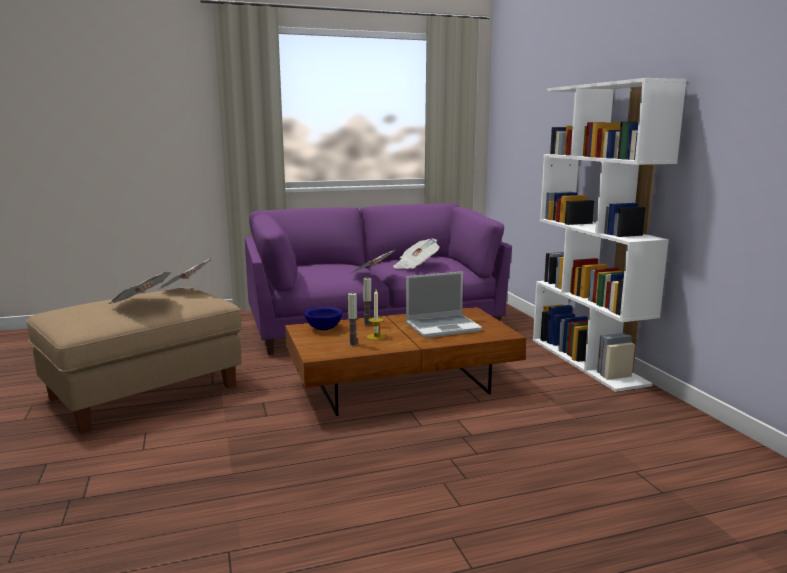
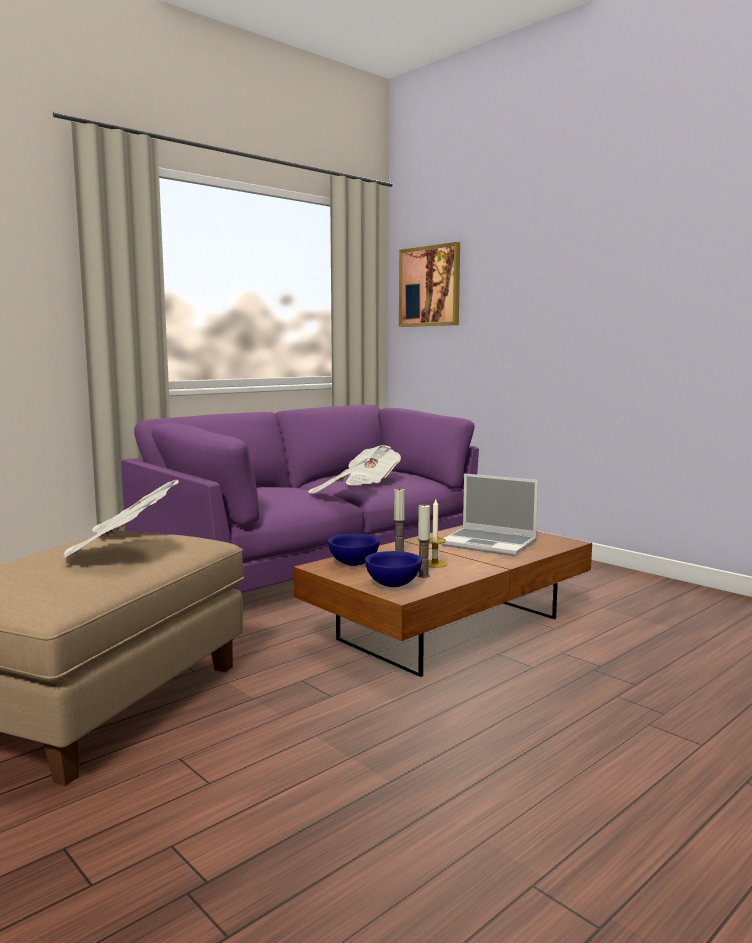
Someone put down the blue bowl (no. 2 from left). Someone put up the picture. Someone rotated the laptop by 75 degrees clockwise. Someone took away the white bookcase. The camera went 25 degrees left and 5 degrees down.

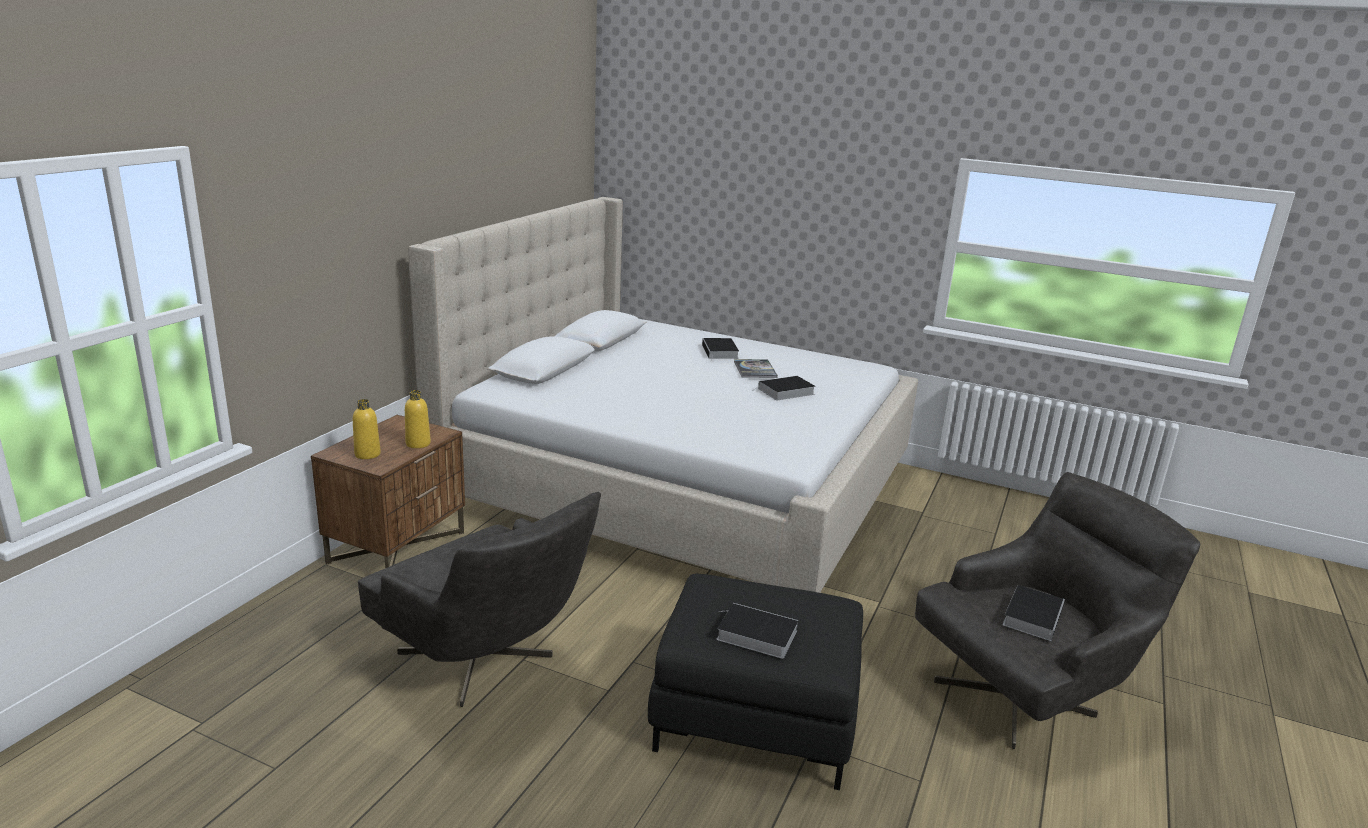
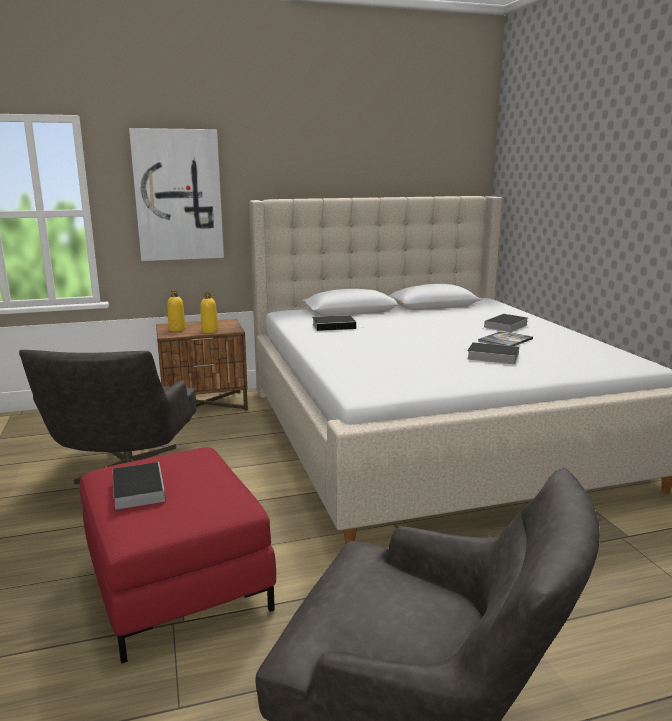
Someone repainted the black ottoman, which became the red ottoman. Someone put up the picture. Someone carried the book (no. 5 from left in the first image). The camera went 50 degrees right and 5 degrees down.

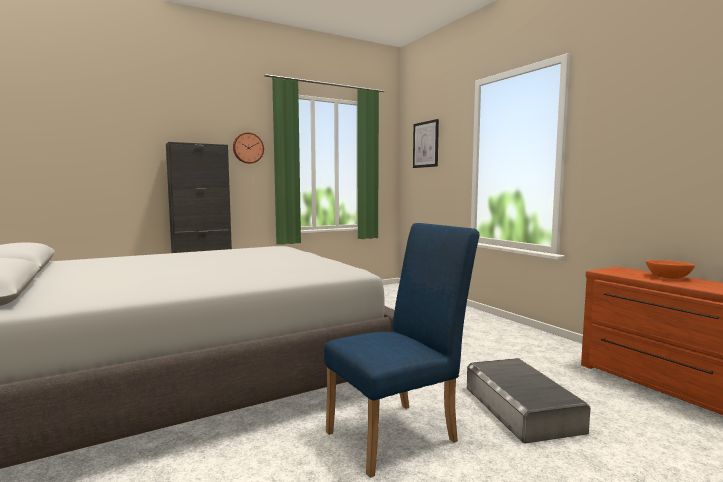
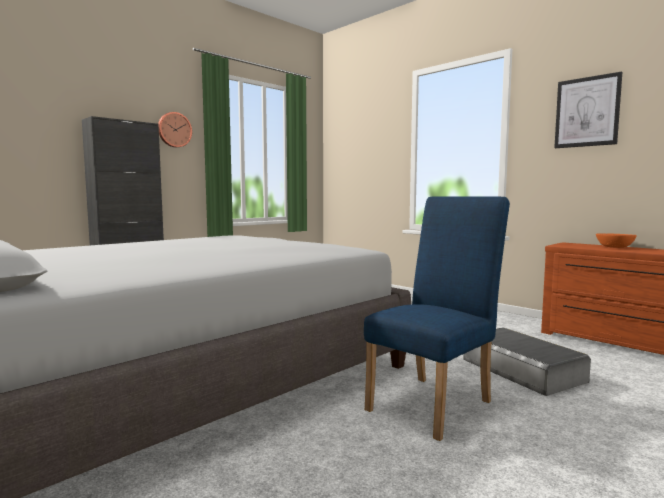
Someone carried the picture. The camera went 15 degrees left and 0 degrees up.

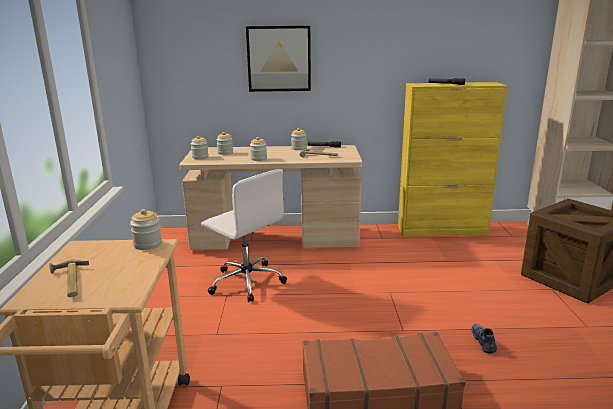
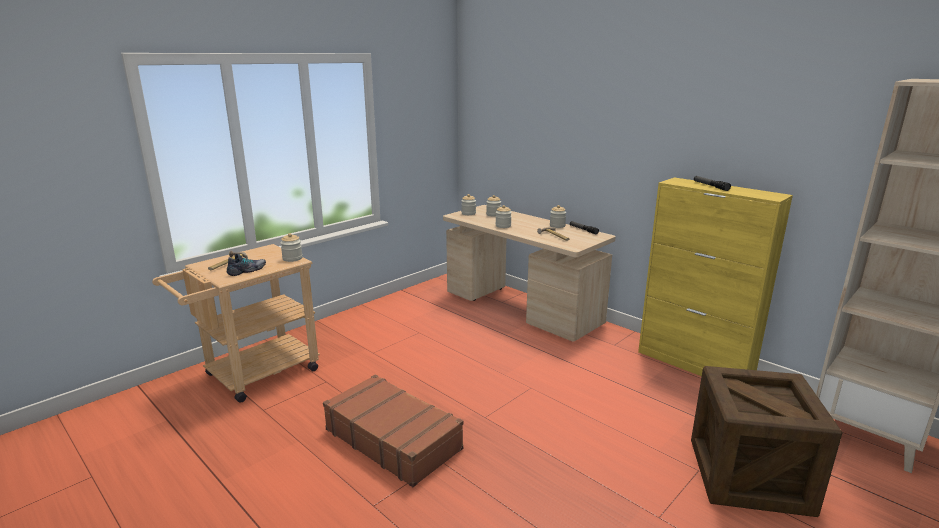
Someone carried the shoe. Someone took away the white office chair. Someone took away the picture. The camera went 45 degrees right and 0 degrees up.

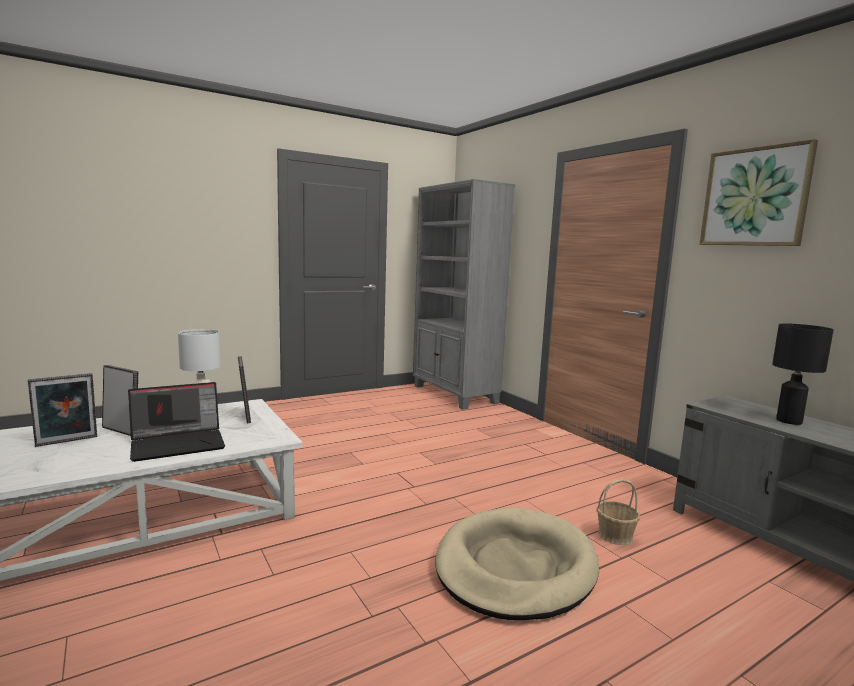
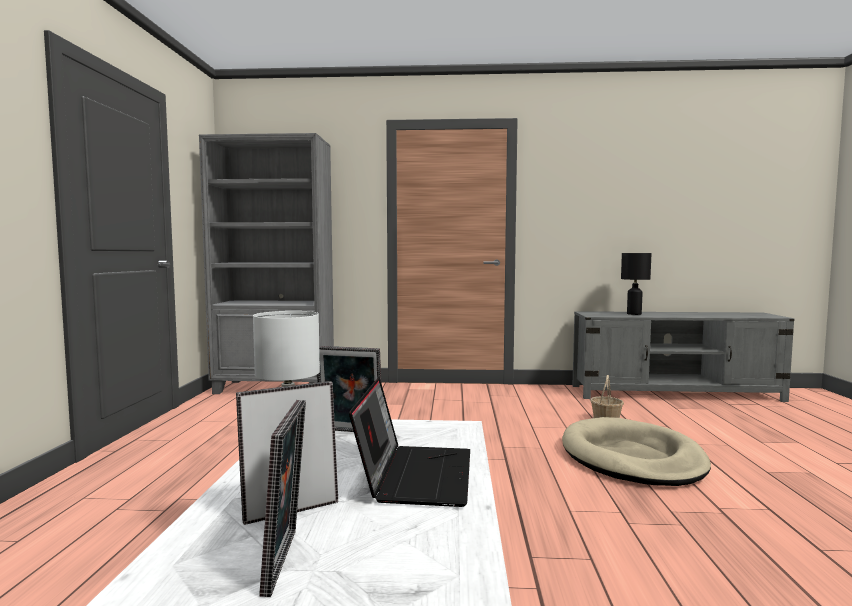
Someone took away the picture. The camera went 55 degrees left and 5 degrees down.

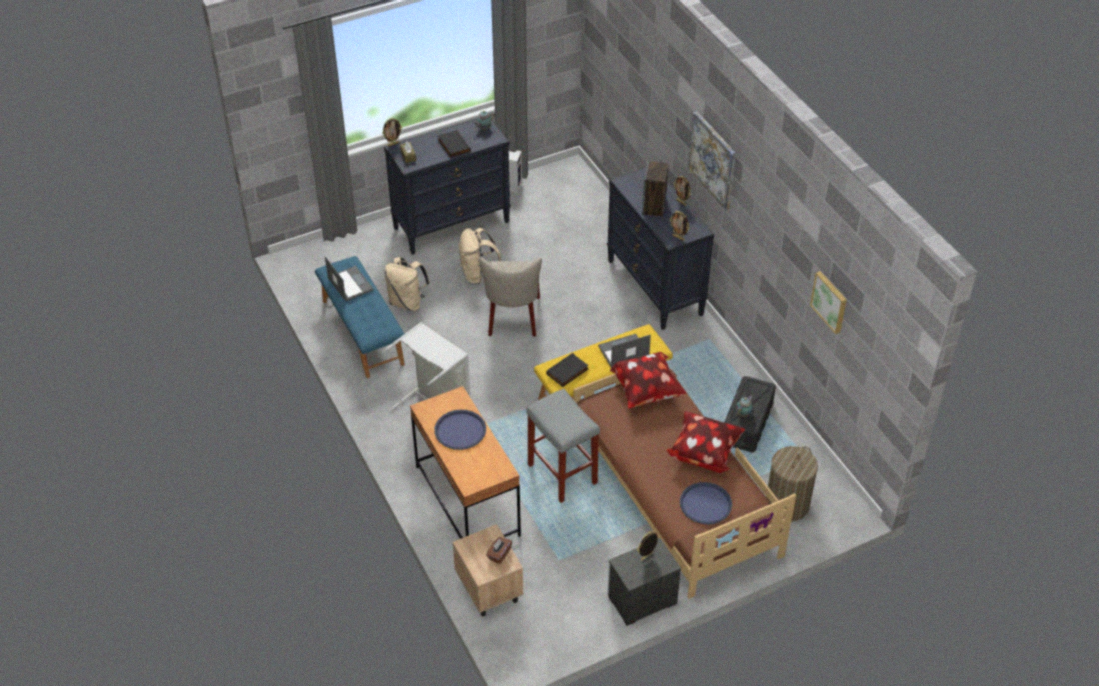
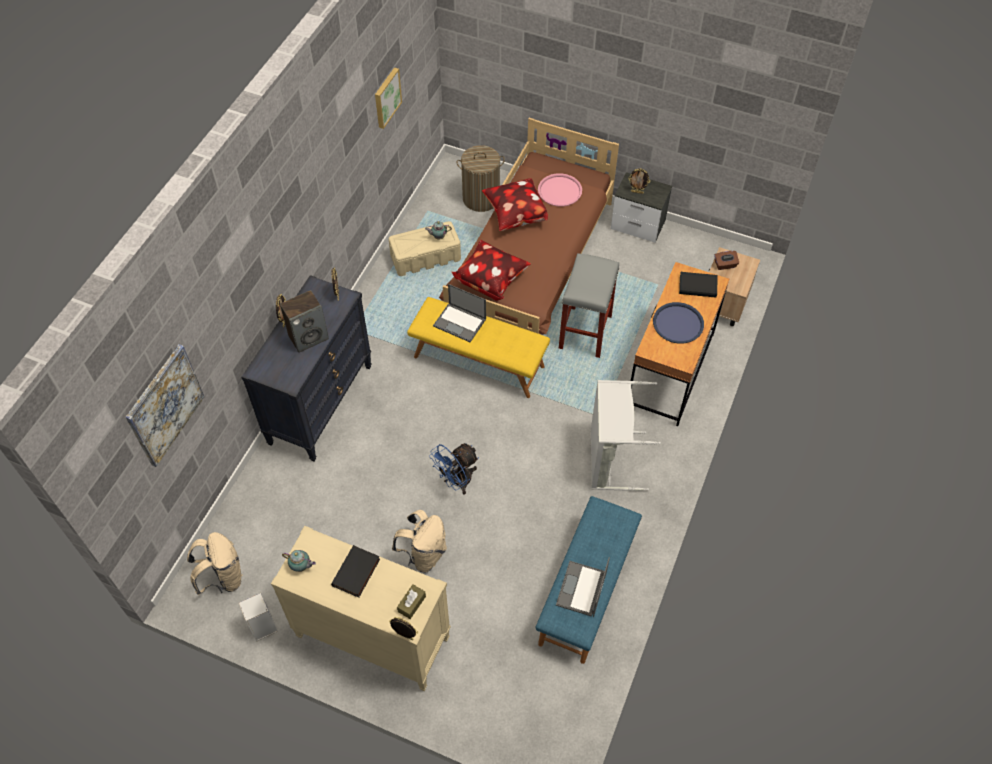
Someone carried the picture (no. 1 from left). Someone carried the beige backpack (no. 1 from left). Someone repainted the black dresser (no. 1 from left), which became the beige dresser. Someone repainted the black storage box, which became the beige storage box. Someone swapped the beige chair for the blue fan. Someone repainted the blue tray (no. 2 from left), which became the pink tray. Someone carried the black book (no. 2 from left). The camera went 130 degrees left and 10 degrees up.

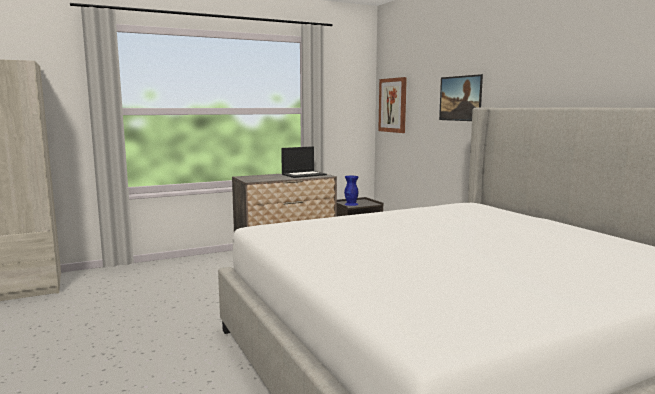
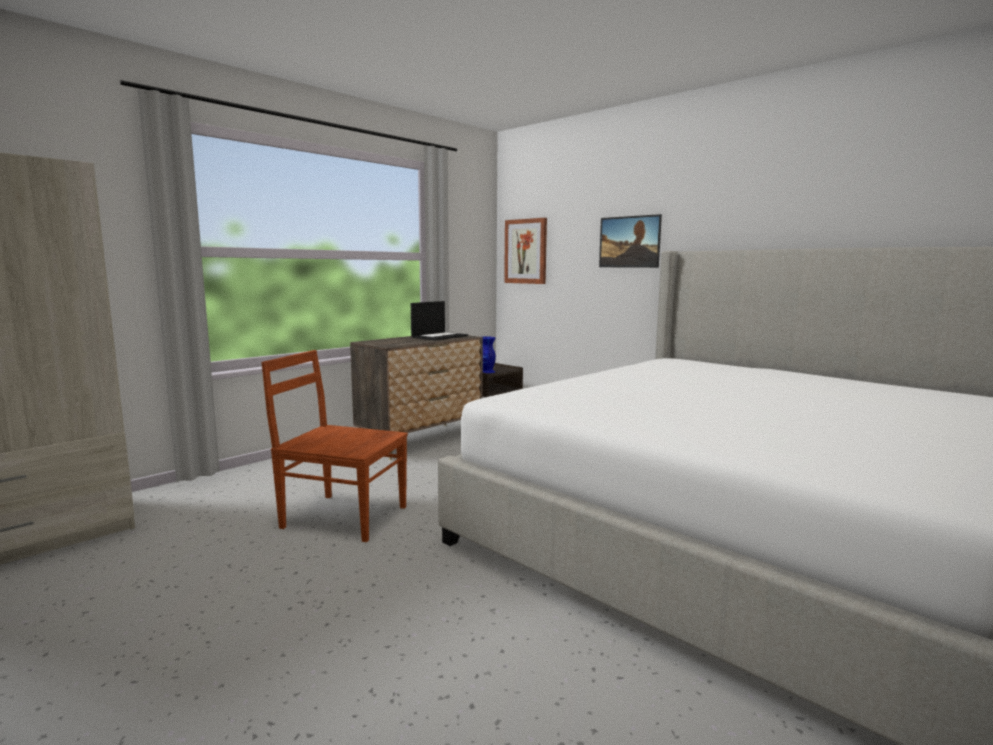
Someone put down the brown chair. The camera went 20 degrees left and 0 degrees up.

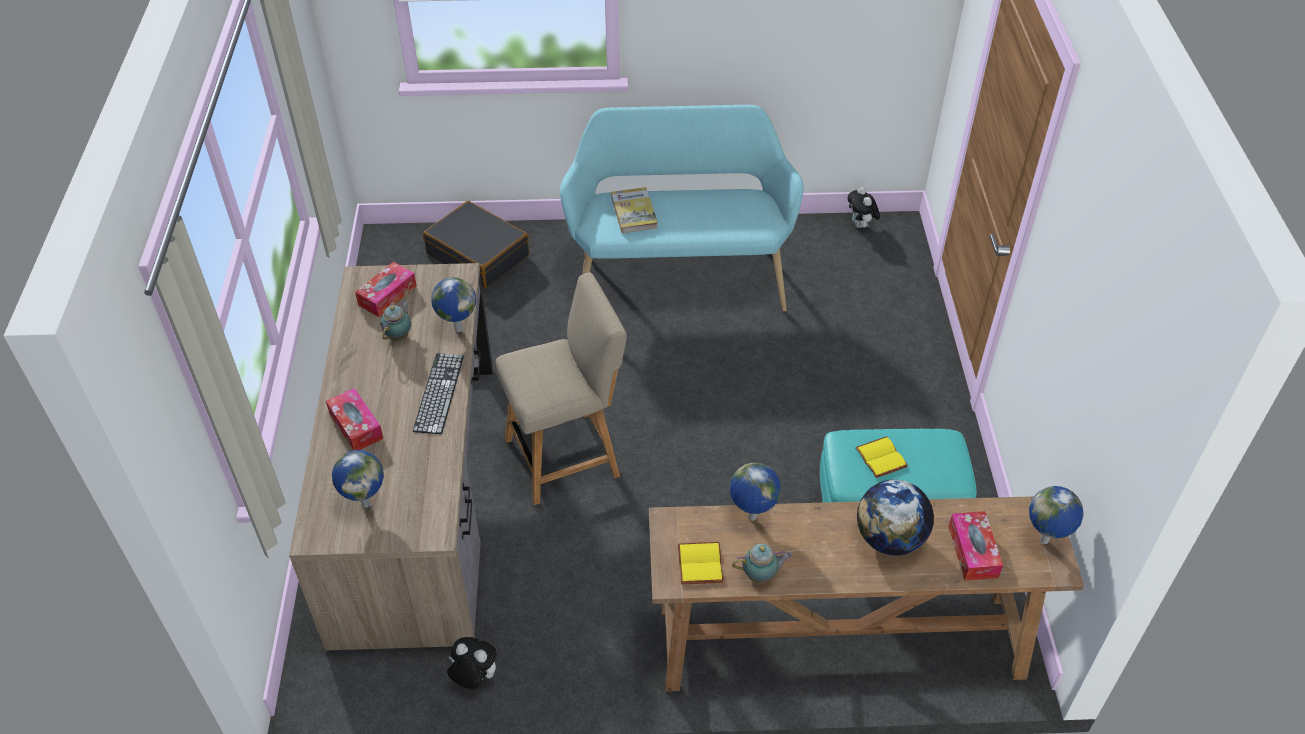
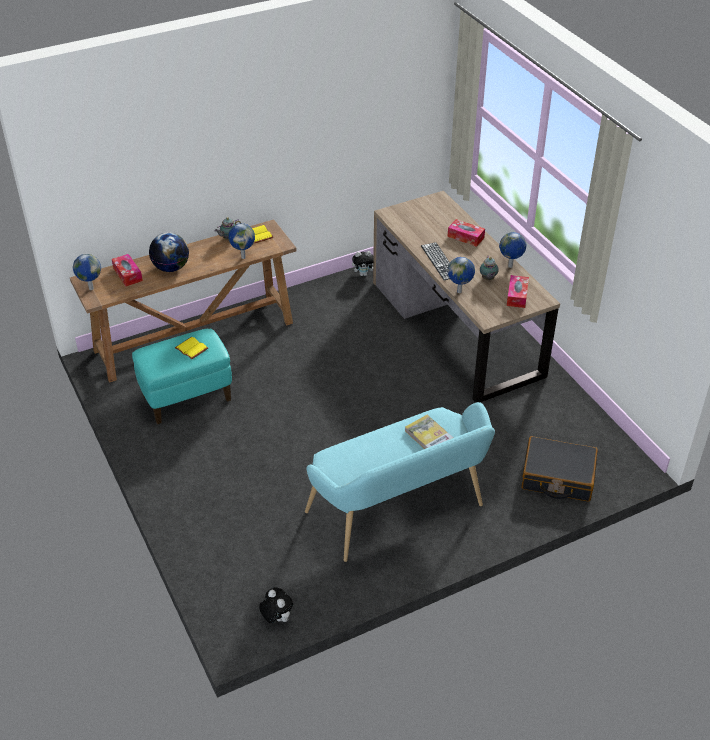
Someone carried the globe (no. 1 from left in the first image). Someone took away the beige chair. The camera went 155 degrees right and 5 degrees down.

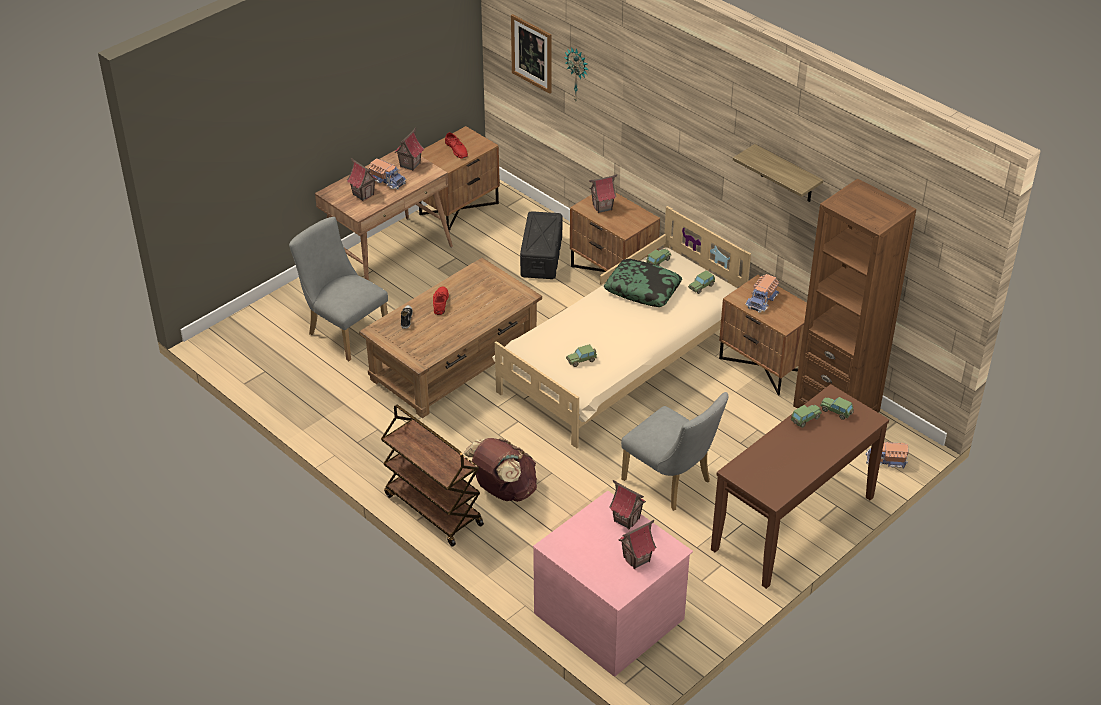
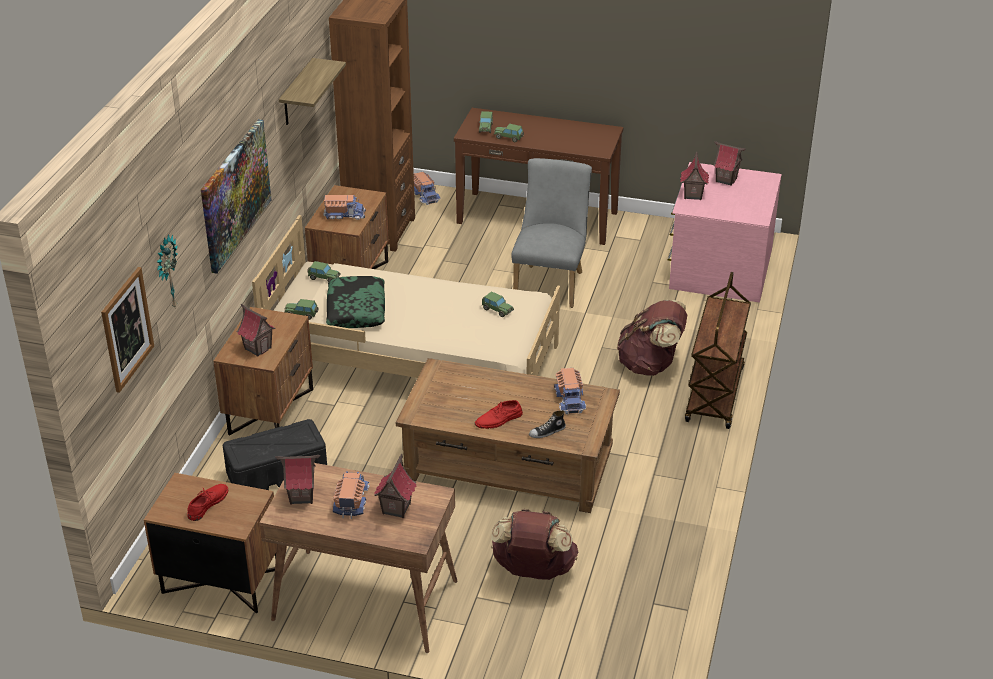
Someone put up the picture (no. 2 from left). Someone swapped the grey chair (no. 1 from left) for the brown backpack (no. 1 from left). Someone put down the toy truck (no. 4 from left). The camera went 120 degrees left and 5 degrees down.

